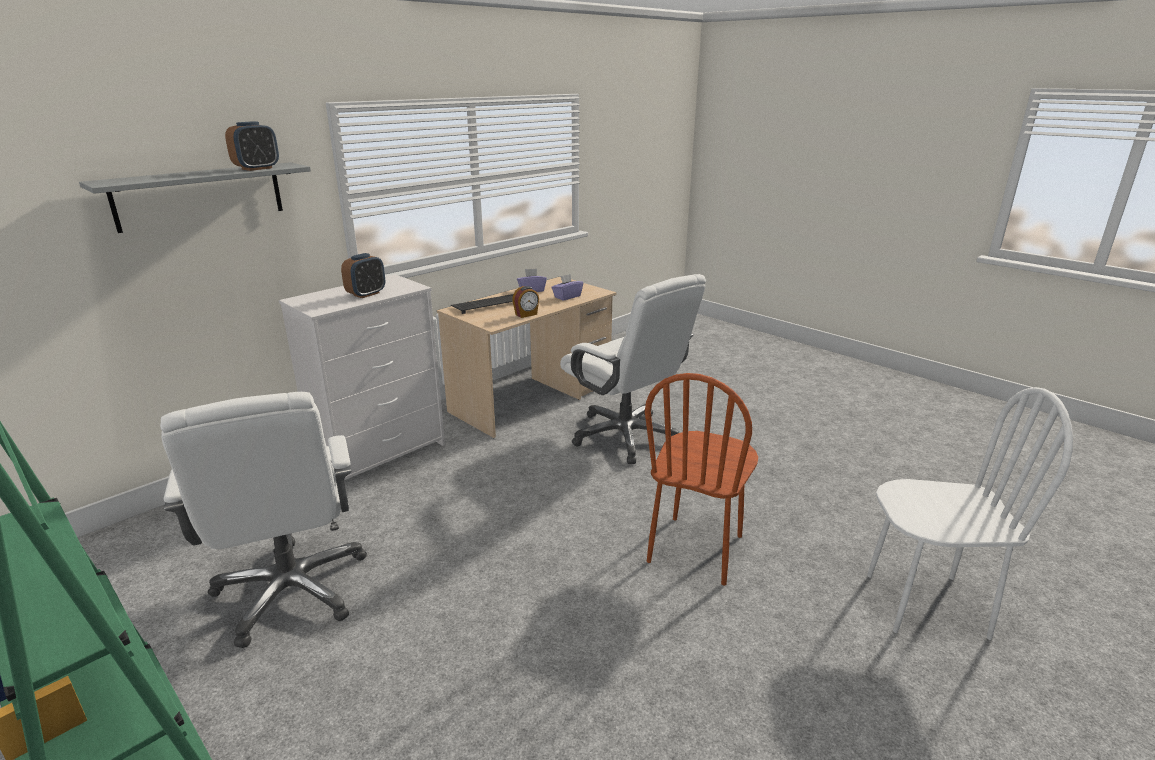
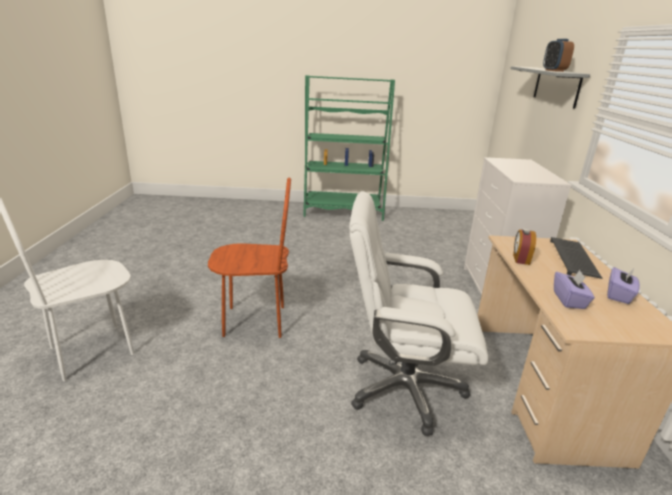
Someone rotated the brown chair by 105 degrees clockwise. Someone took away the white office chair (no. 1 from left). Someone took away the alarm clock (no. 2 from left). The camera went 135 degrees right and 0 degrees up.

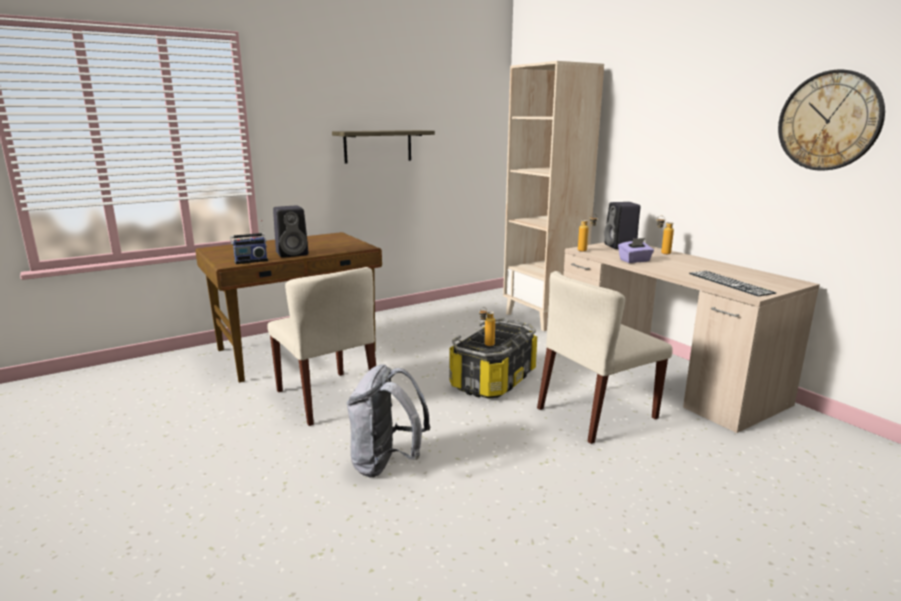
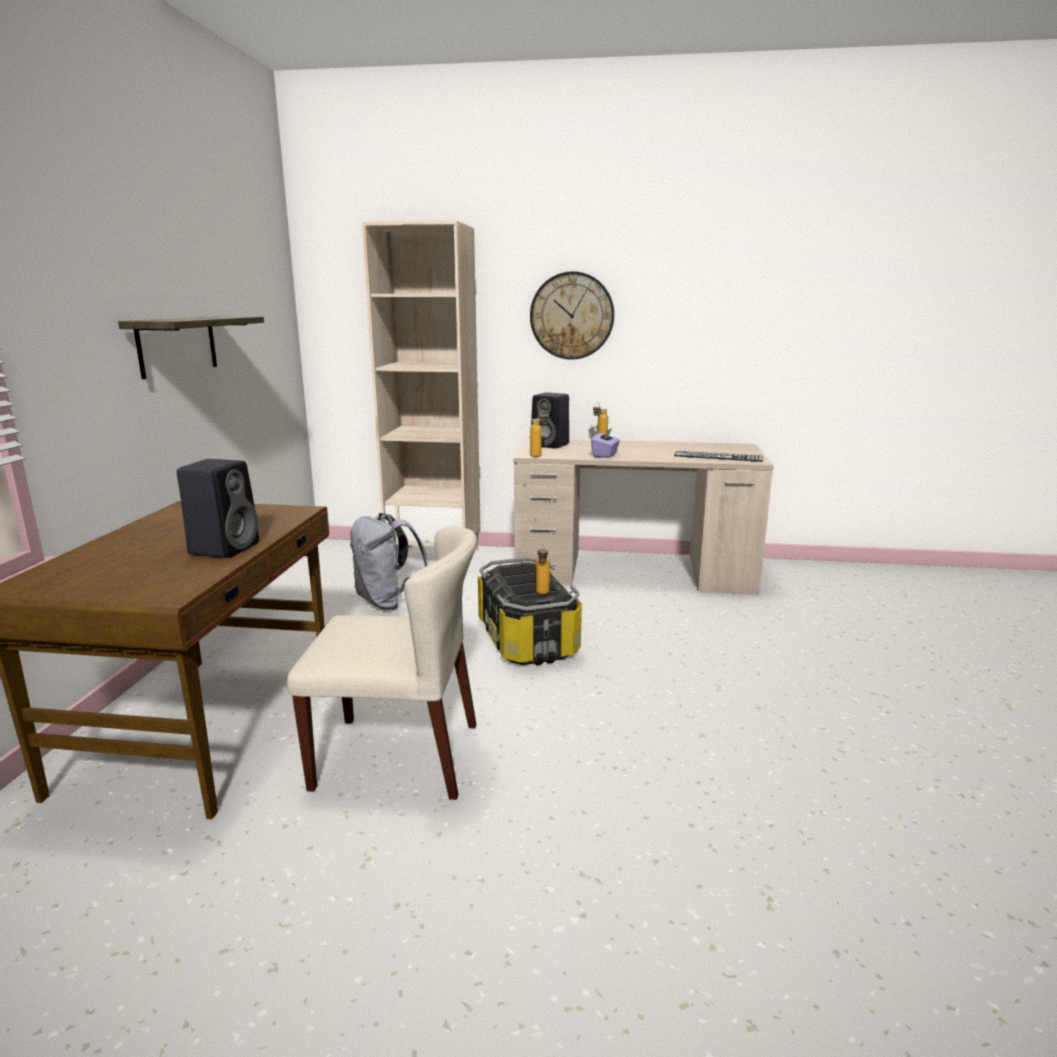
Someone carried the grey backpack. Someone carried the wall clock. Someone took away the radio. Someone took away the beige chair (no. 2 from left). The camera went 50 degrees left and 0 degrees up.

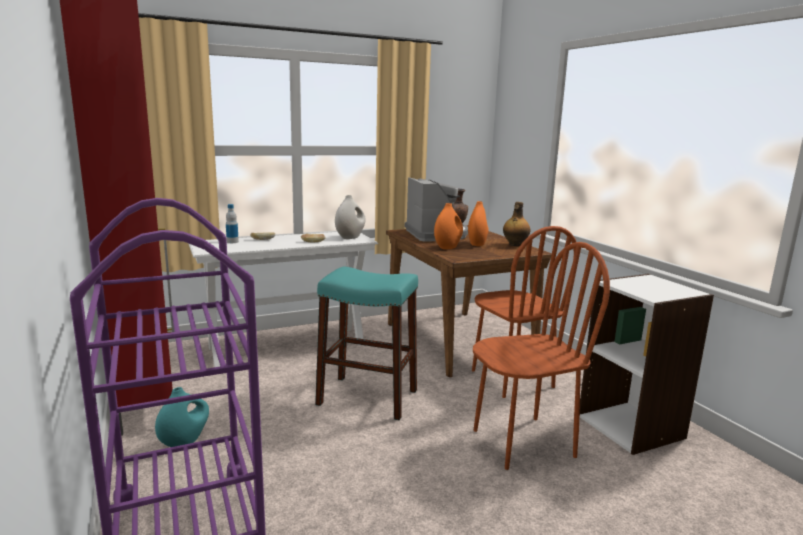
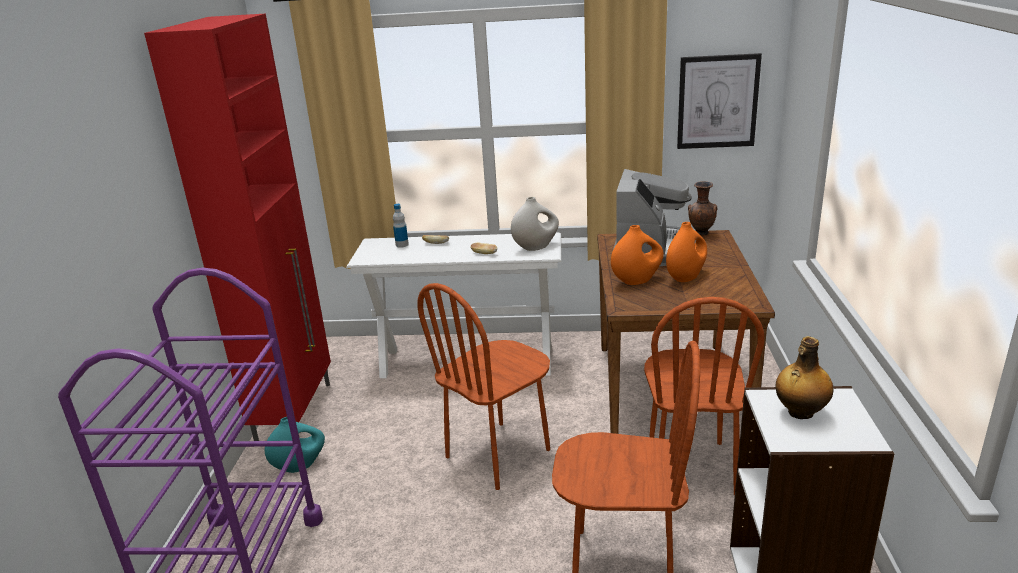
Someone swapped the turquoise stool for the brown chair (no. 1 from left). Someone put up the picture. Someone carried the bottle (no. 2 from left). The camera went 30 degrees right and 10 degrees up.

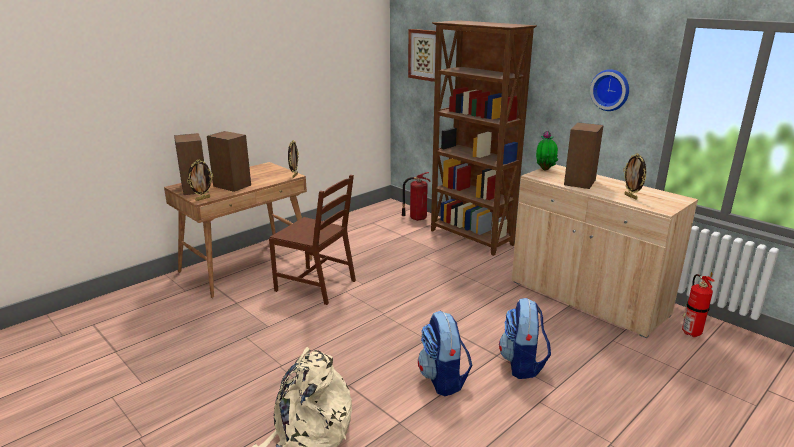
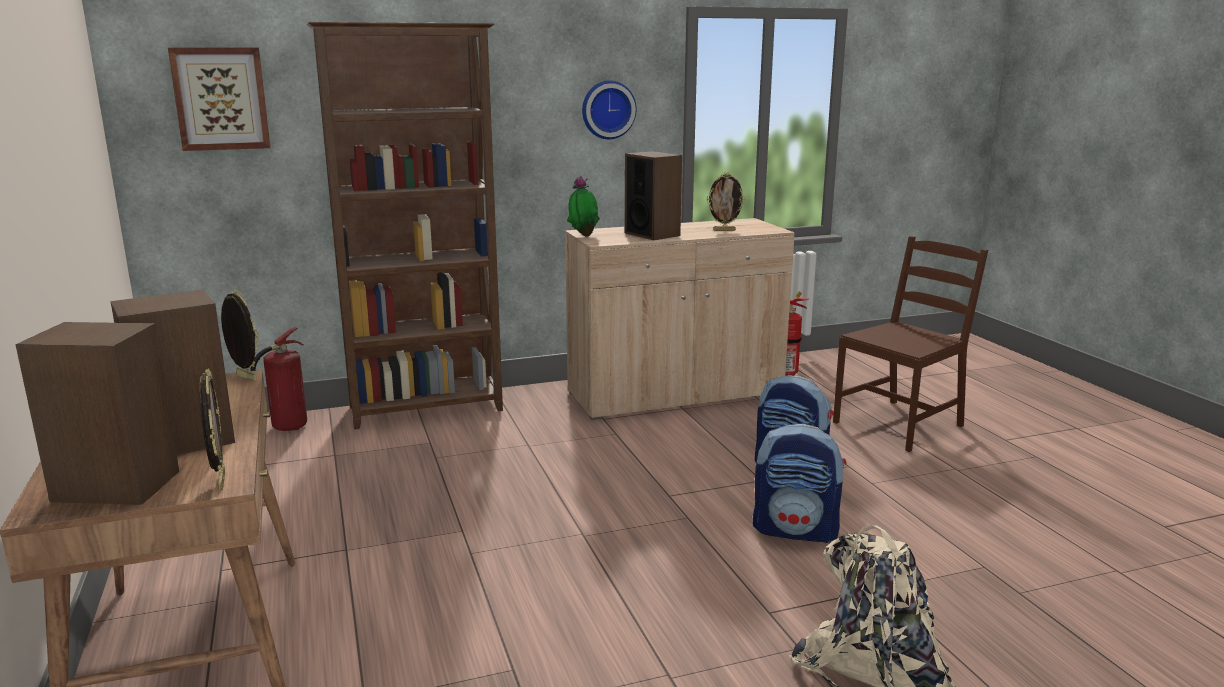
Someone carried the brown chair. The camera went 65 degrees left and 5 degrees down.

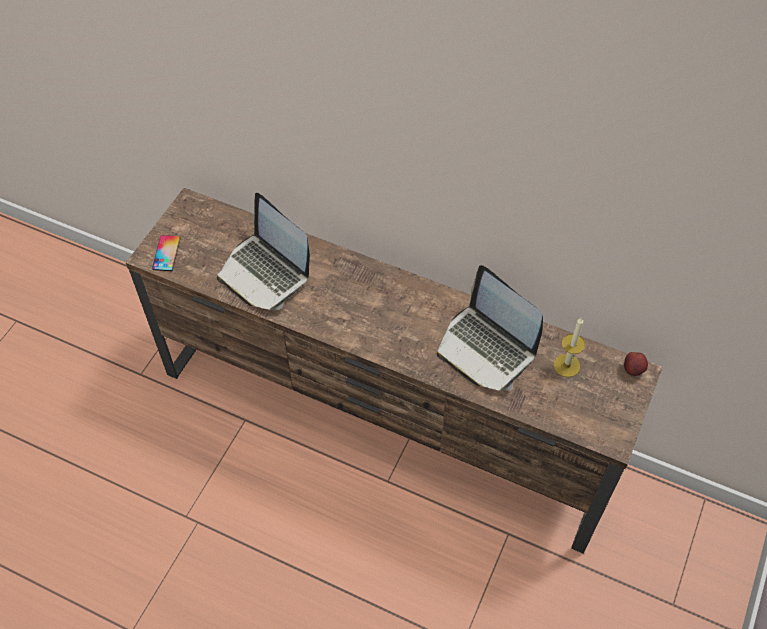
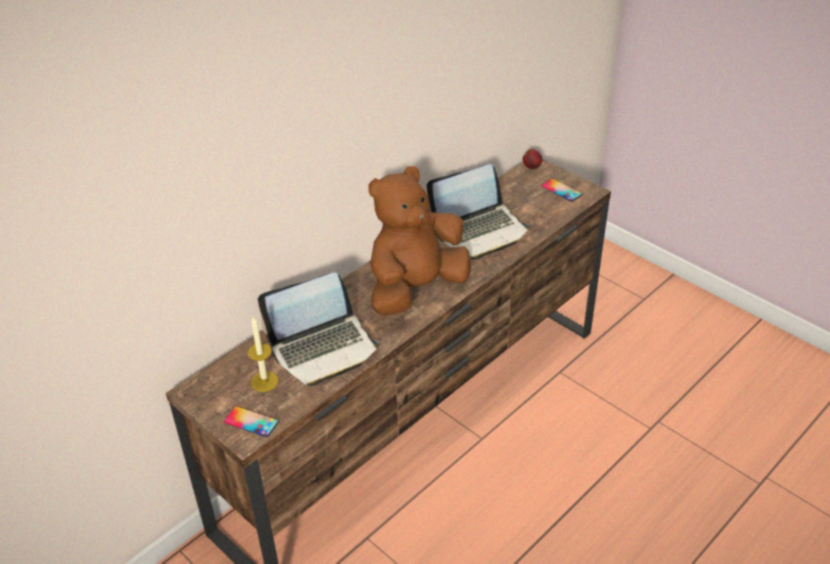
Someone carried the candle. Someone put down the brown plush toy. Someone put down the phone (no. 2 from left). The camera went 70 degrees left and 15 degrees down.

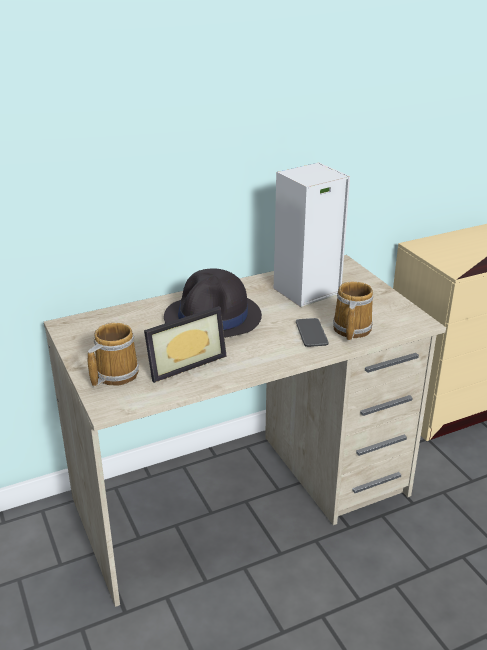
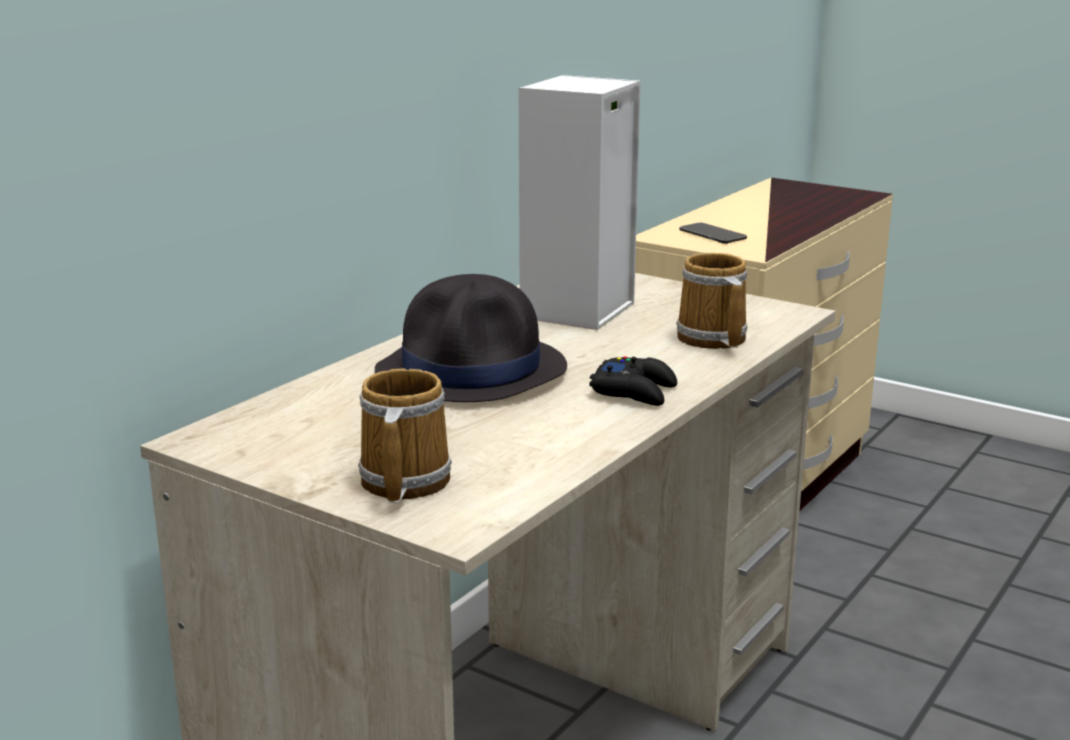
Someone put down the black game controller. Someone carried the phone. Someone took away the picture frame. The camera went 30 degrees left and 10 degrees down.

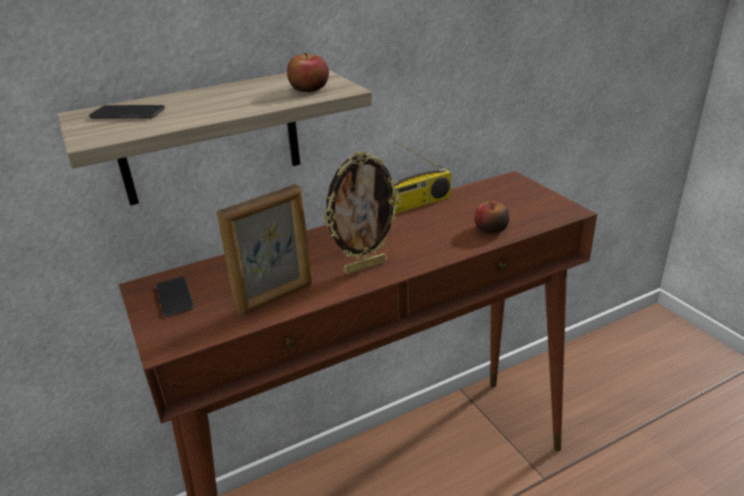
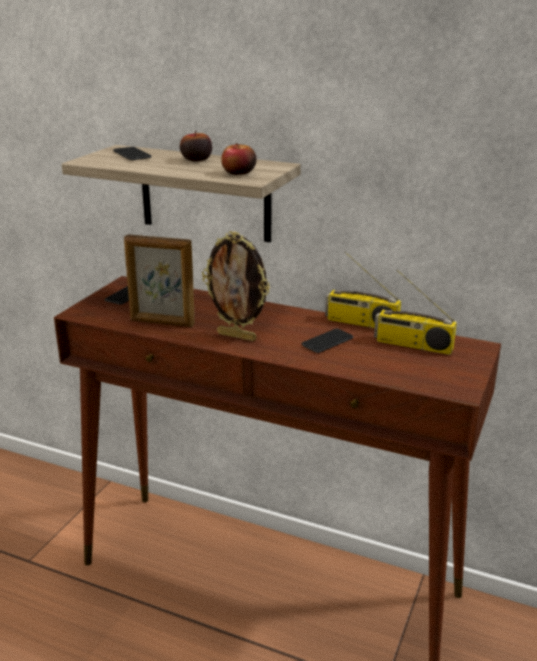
Someone carried the apple (no. 2 from left in the first image). Someone put down the phone (no. 3 from left). Someone put down the radio (no. 2 from left). The camera went 50 degrees right and 5 degrees down.

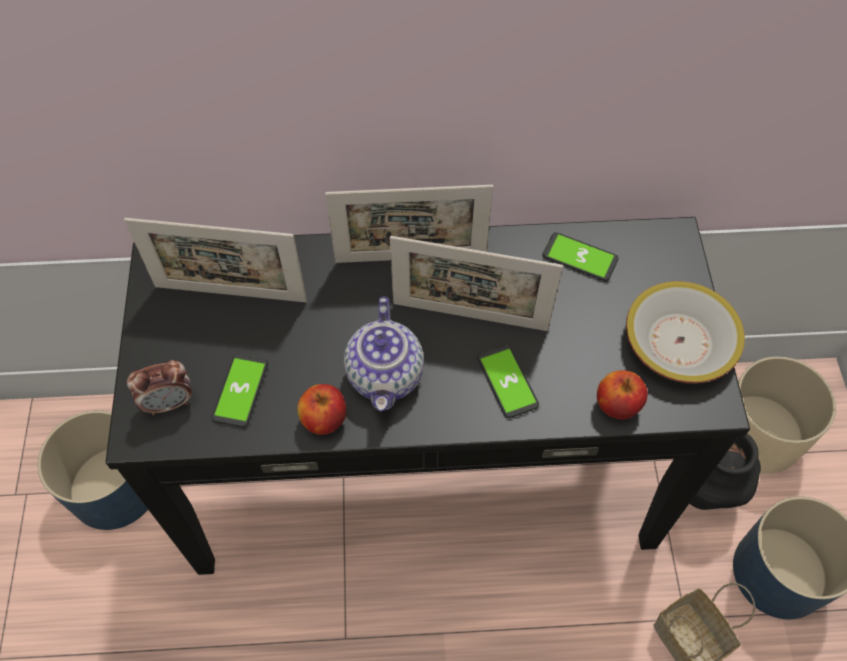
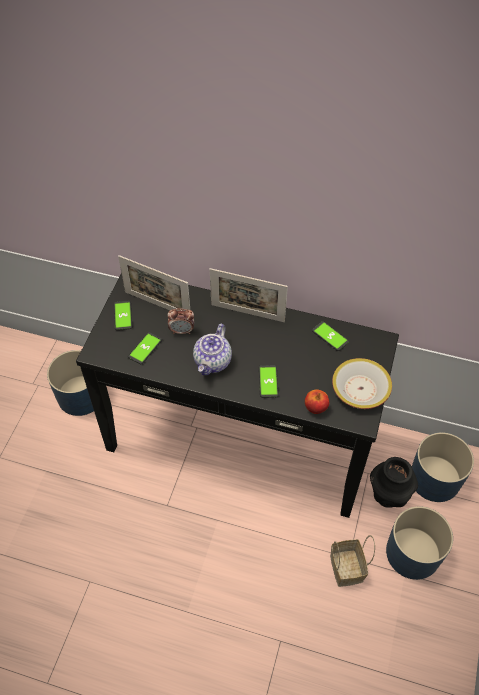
Someone put down the phone (no. 1 from left). Someone carried the alarm clock. Someone repainted the beige planter, which became the blue planter (no. 3 from left). Someone took away the apple (no. 1 from left). Someone took away the picture frame (no. 3 from left). The camera went 20 degrees right and 5 degrees down.

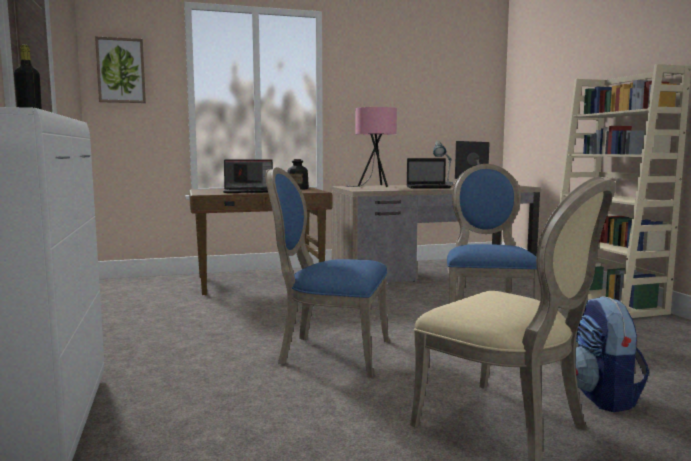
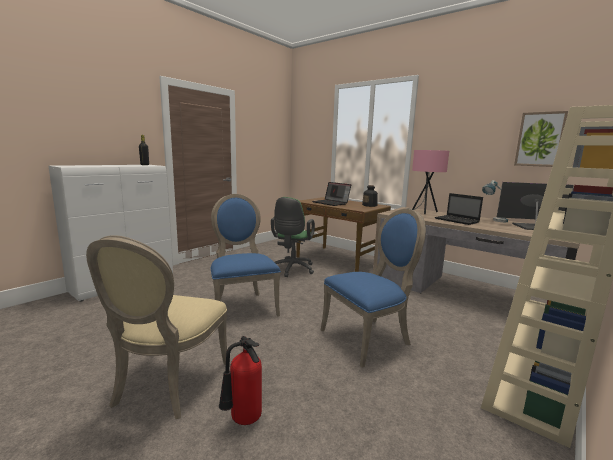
Someone swapped the backpack for the fire extinguisher. Someone put down the green office chair. Someone carried the picture. The camera went 55 degrees right and 5 degrees up.

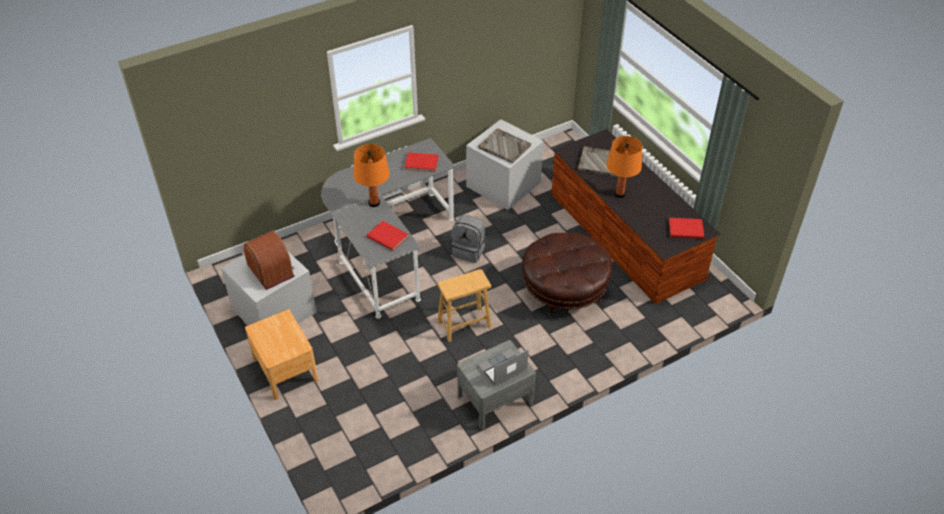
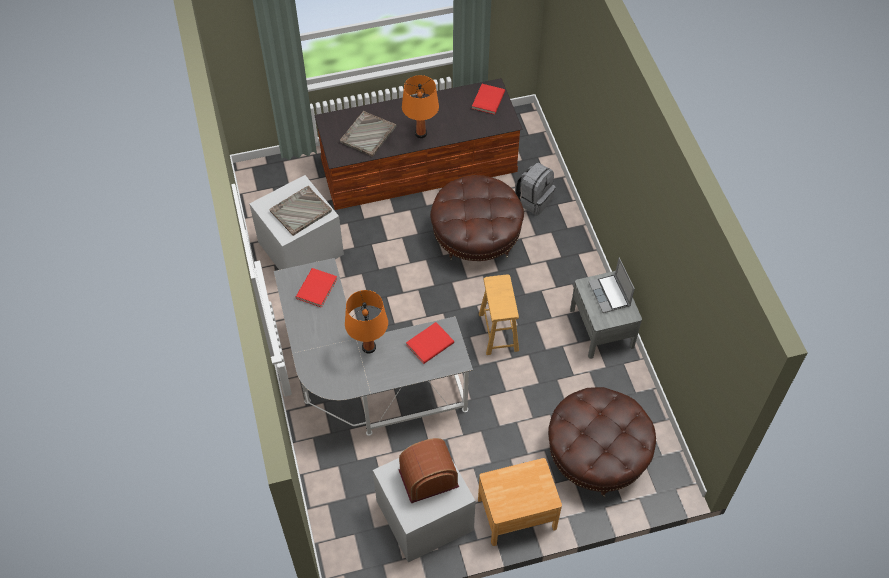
Someone carried the grey backpack. Someone put down the brown ottoman (no. 2 from left). The camera went 75 degrees left and 10 degrees up.

